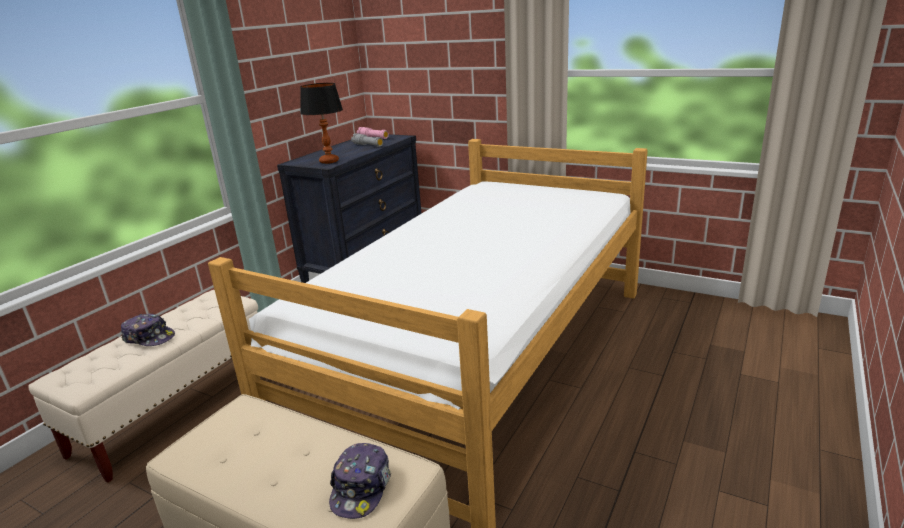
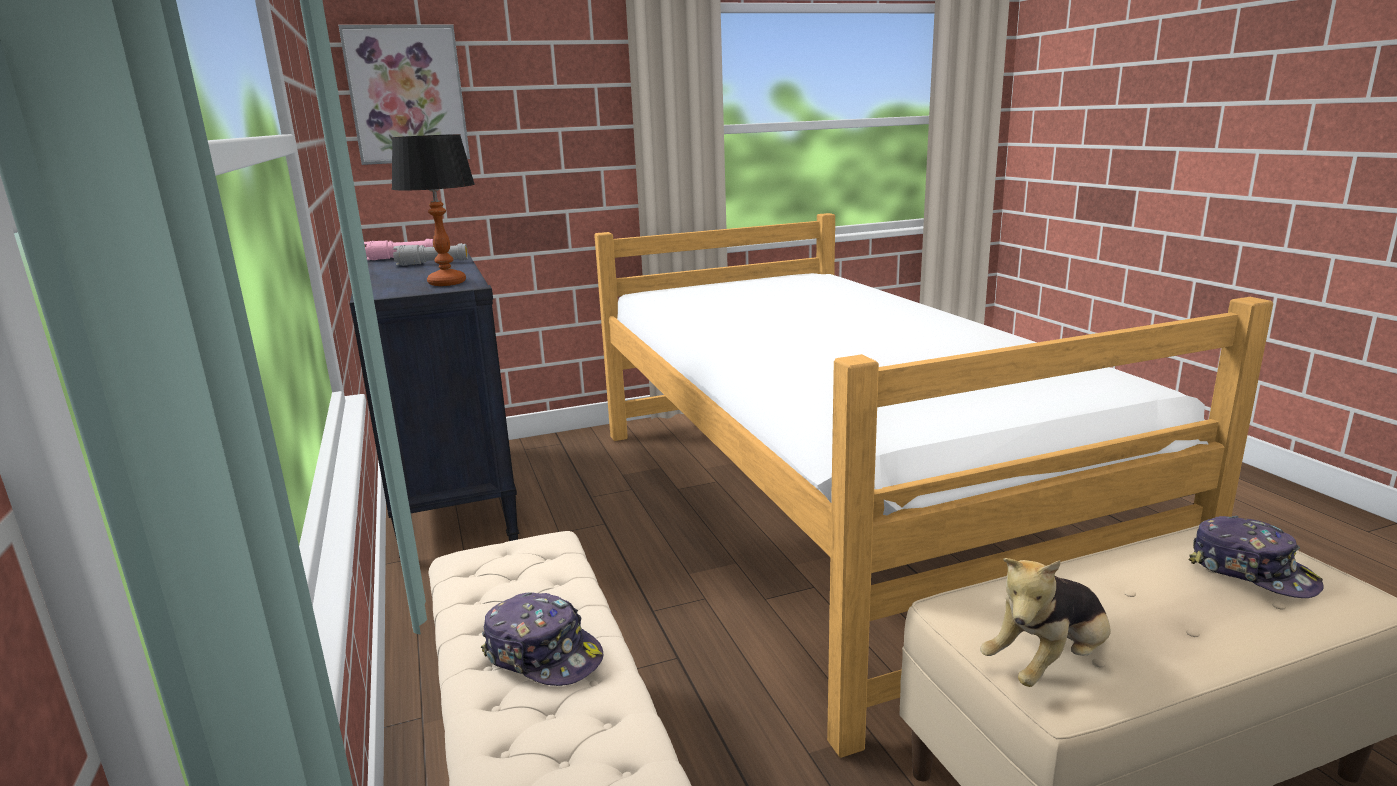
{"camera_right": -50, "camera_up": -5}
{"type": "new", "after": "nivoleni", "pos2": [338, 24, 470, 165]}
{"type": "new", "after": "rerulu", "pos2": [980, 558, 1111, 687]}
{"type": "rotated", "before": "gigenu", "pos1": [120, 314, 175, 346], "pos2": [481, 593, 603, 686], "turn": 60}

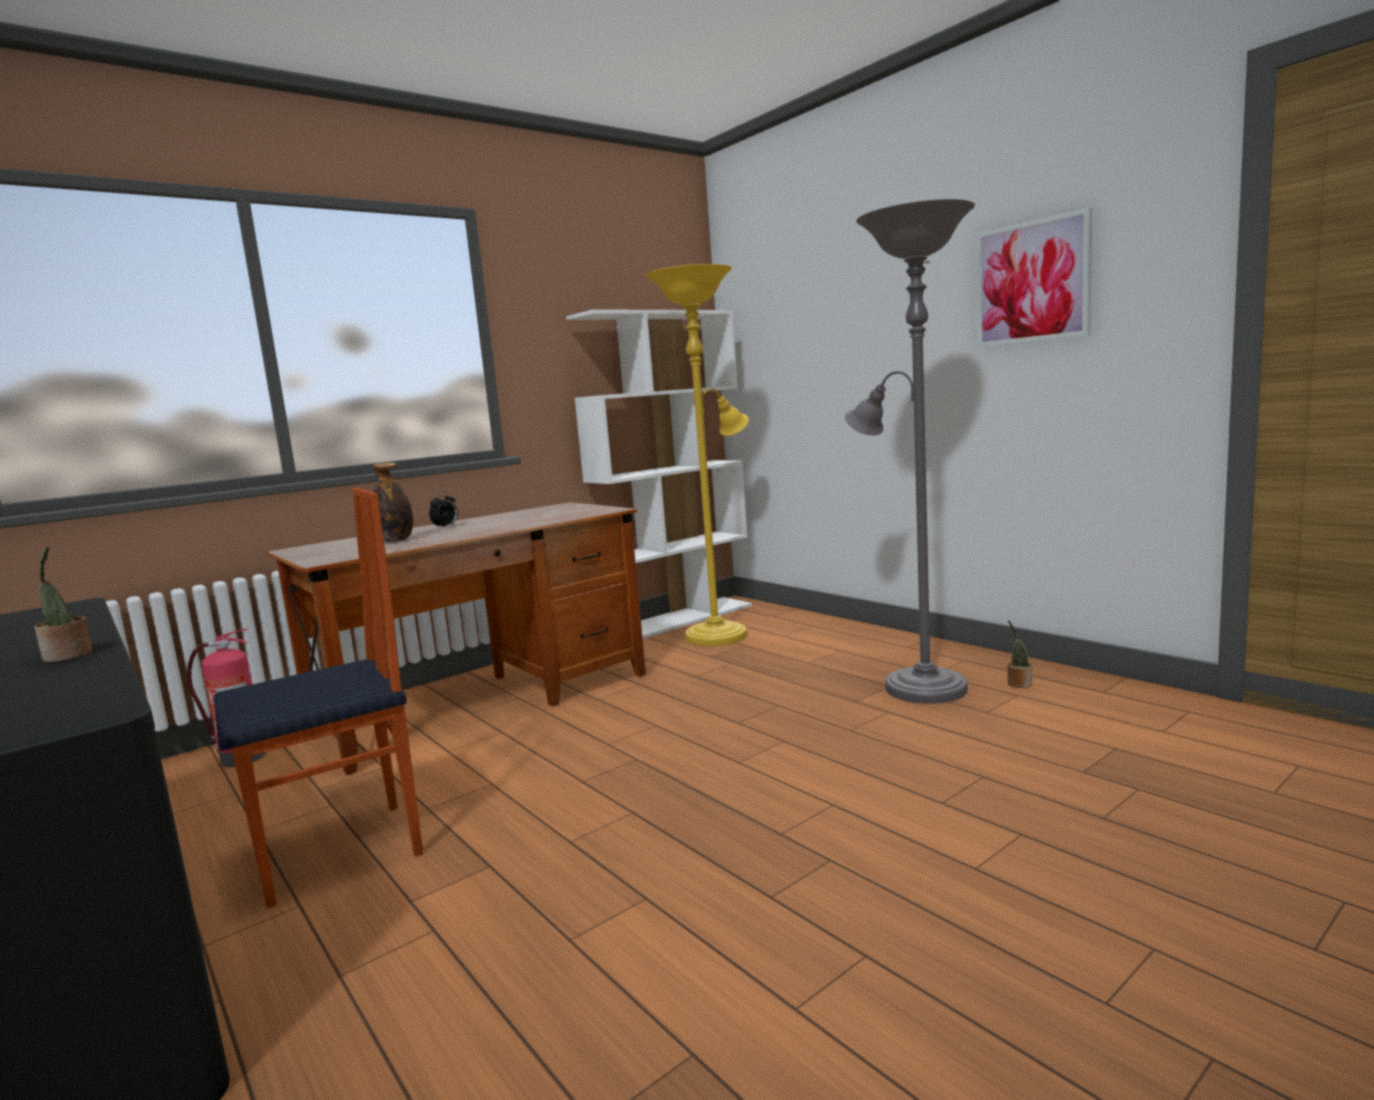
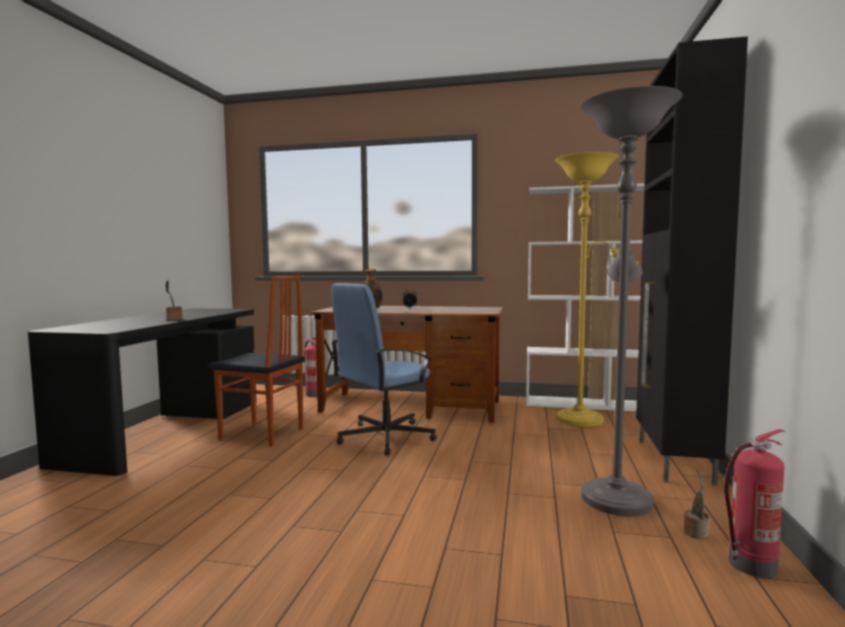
{"camera_right": 50, "camera_up": -5}
{"type": "gone", "before": "nivoleni", "pos1": [976, 208, 1092, 348]}
{"type": "new", "after": "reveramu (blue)", "pos2": [331, 283, 437, 455]}
{"type": "new", "after": "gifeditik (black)", "pos2": [636, 36, 748, 486]}
{"type": "new", "after": "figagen", "pos2": [724, 429, 786, 578]}

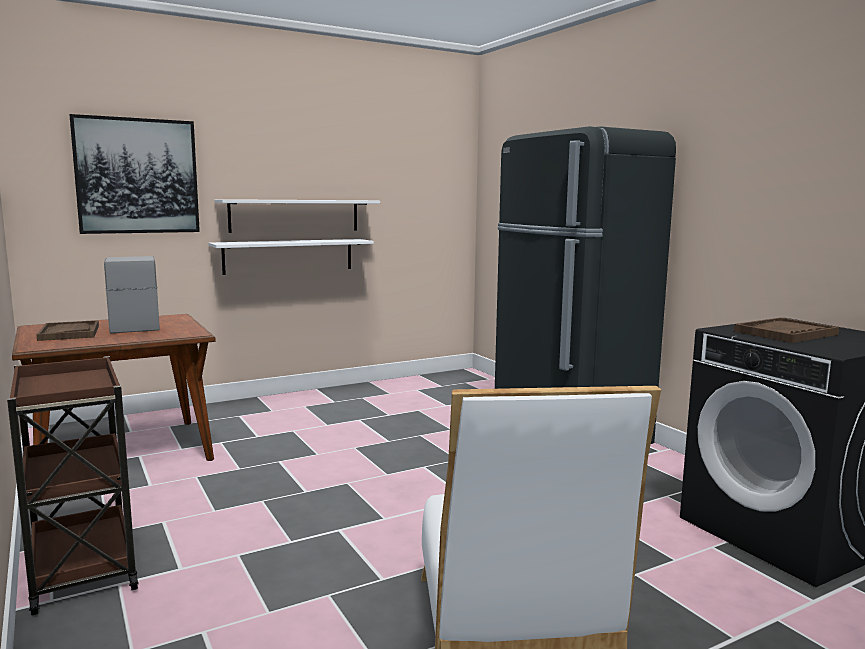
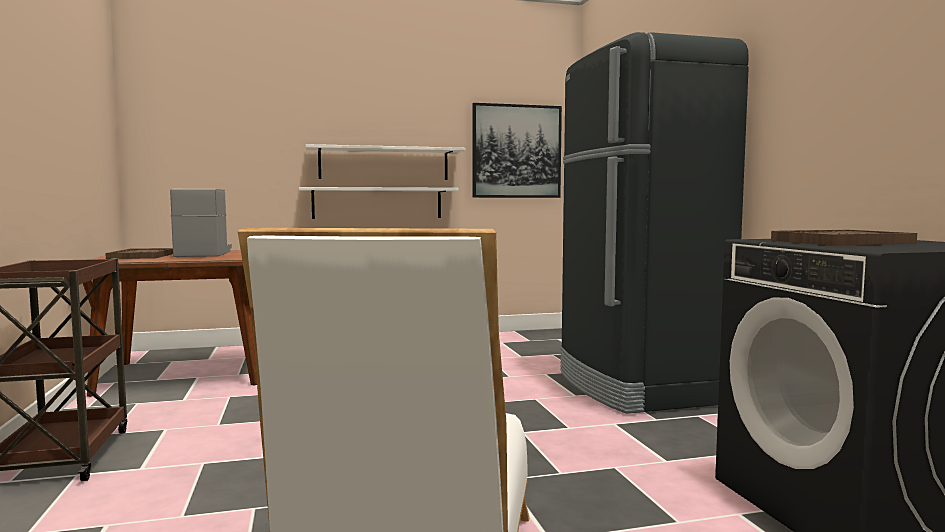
{"camera_right": 15, "camera_up": -5}
{"type": "shifted", "before": "nivoleni", "pos1": [70, 114, 200, 234], "pos2": [472, 103, 562, 198]}

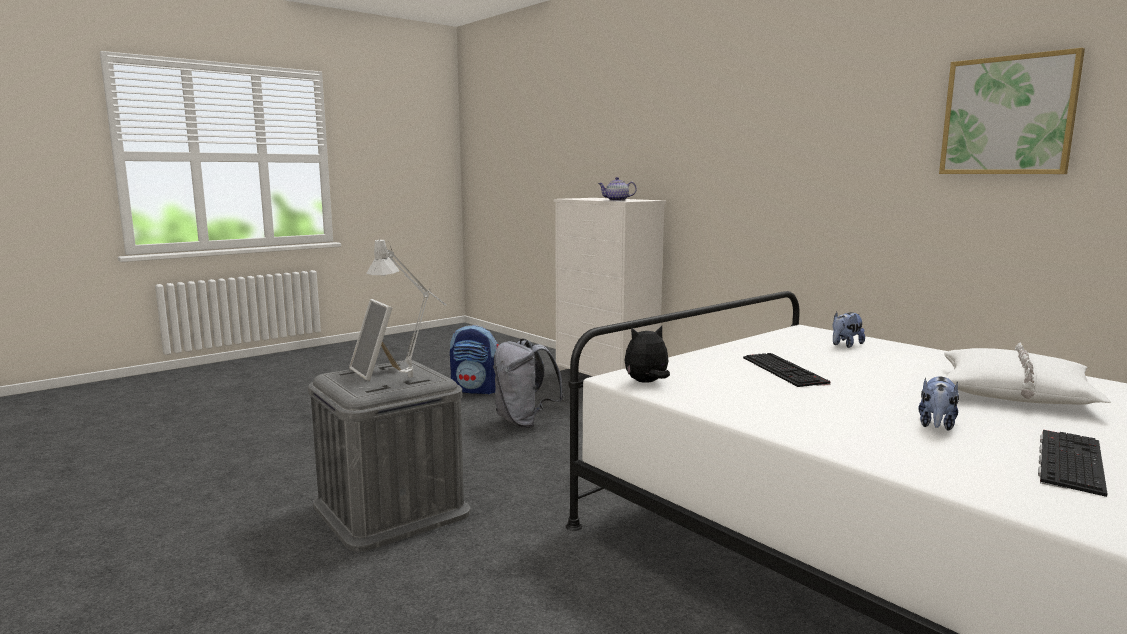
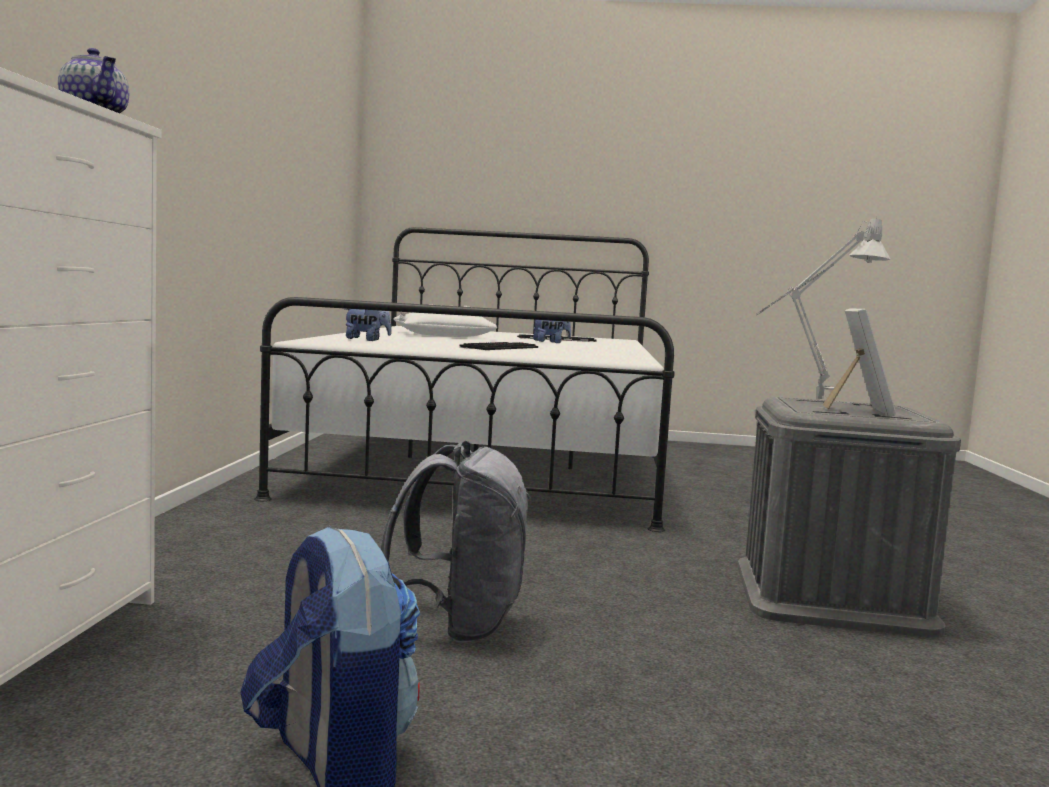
{"camera_right": -135, "camera_up": -5}
{"type": "gone", "before": "rerulu", "pos1": [624, 326, 670, 383]}
{"type": "gone", "before": "nivoleni", "pos1": [939, 48, 1085, 174]}

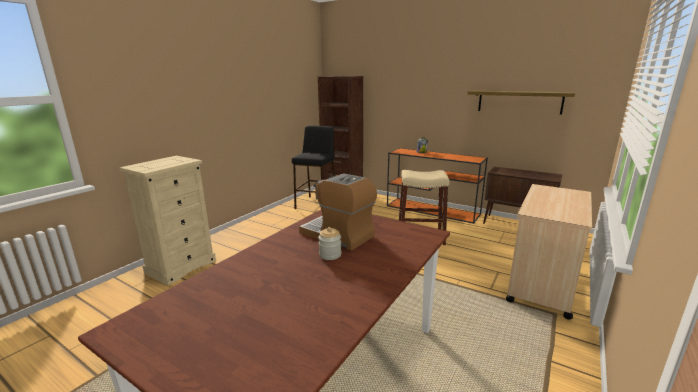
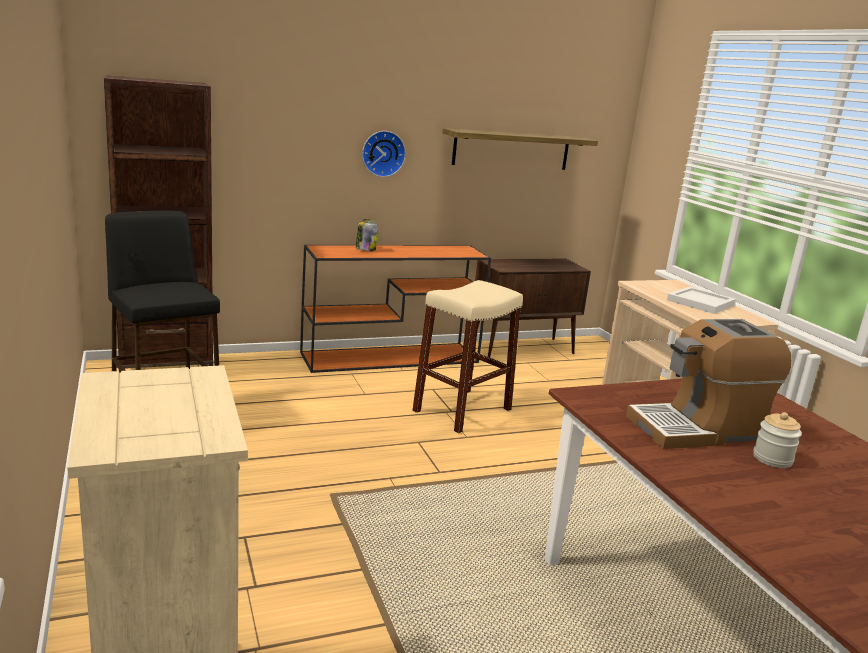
{"camera_right": -55, "camera_up": 0}
{"type": "new", "after": "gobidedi", "pos2": [362, 131, 406, 177]}
{"type": "new", "after": "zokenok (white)", "pos2": [667, 287, 736, 314]}

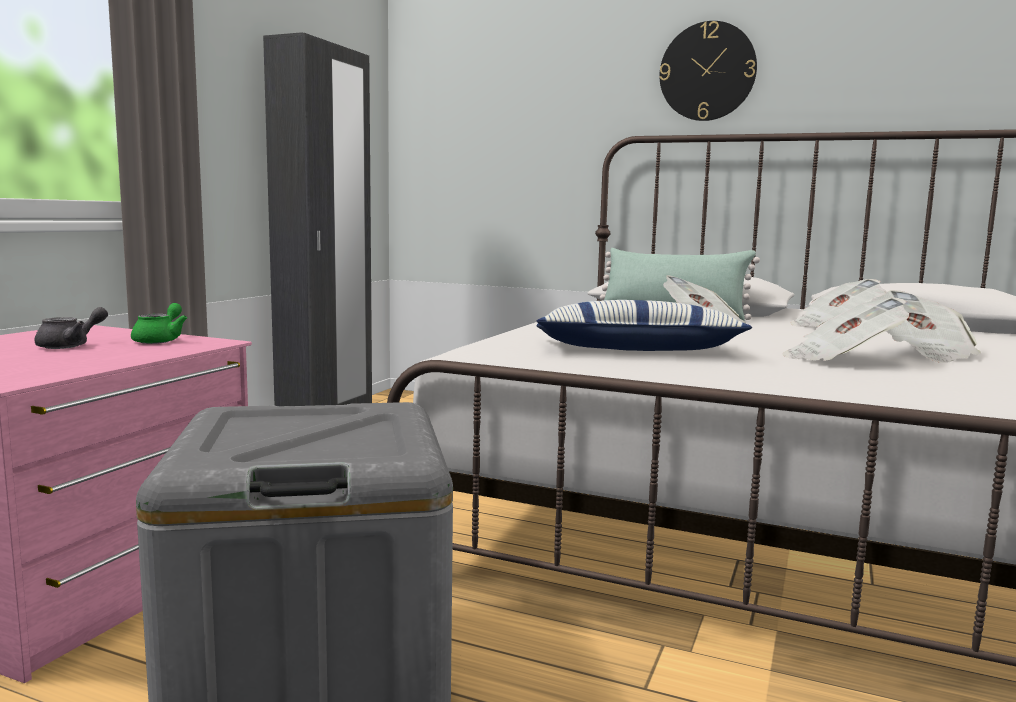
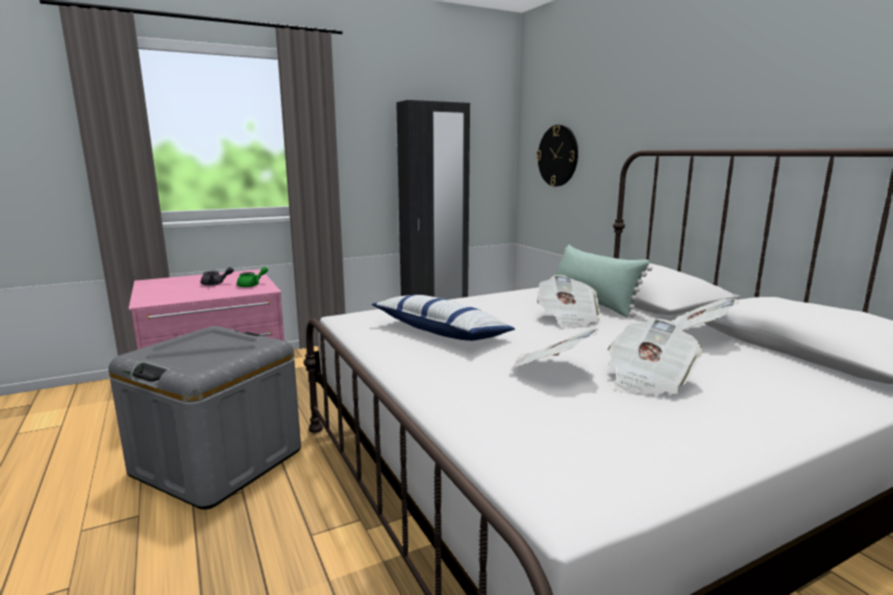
{"camera_right": 40, "camera_up": 5}
{"type": "shifted", "before": "gobidedi", "pos1": [660, 21, 757, 121], "pos2": [536, 125, 578, 187]}

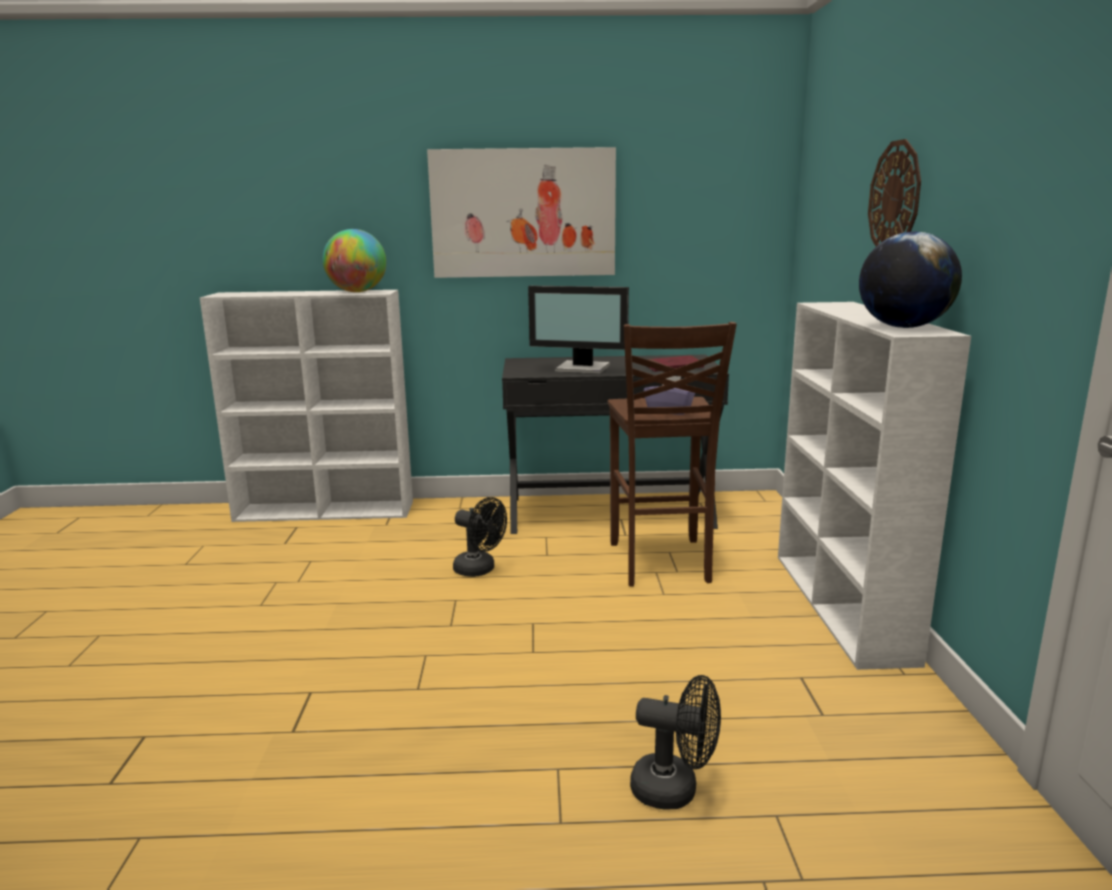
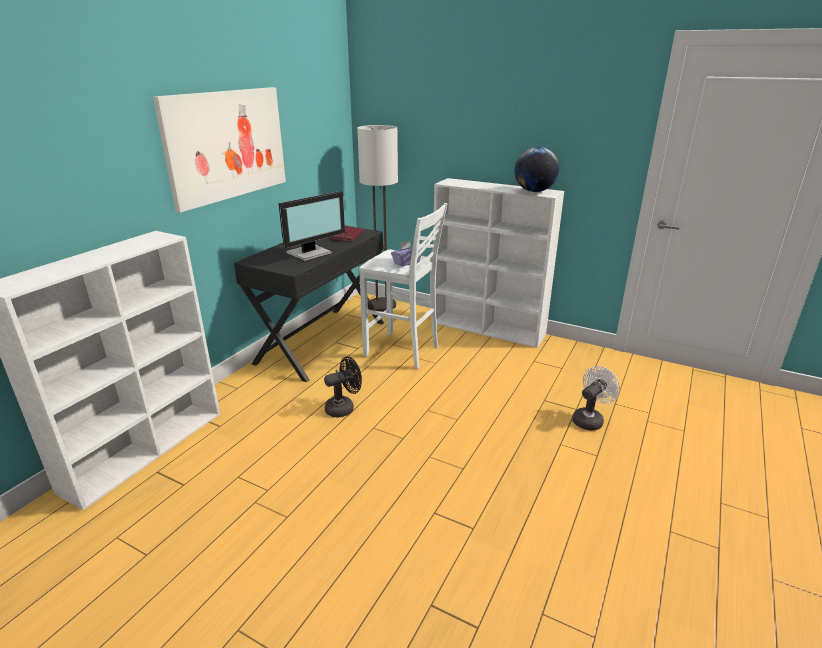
{"camera_right": -60, "camera_up": 10}
{"type": "gone", "before": "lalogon", "pos1": [323, 229, 386, 292]}
{"type": "gone", "before": "gobidedi", "pos1": [868, 139, 921, 246]}
{"type": "new", "after": "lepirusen", "pos2": [357, 125, 398, 312]}
{"type": "repainted", "before": "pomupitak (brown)", "after": "pomupitak (white)", "pos1": [608, 322, 737, 587], "pos2": [359, 203, 447, 369]}
{"type": "repainted", "before": "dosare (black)", "after": "dosare (white)", "pos1": [630, 675, 721, 809], "pos2": [572, 366, 620, 431]}

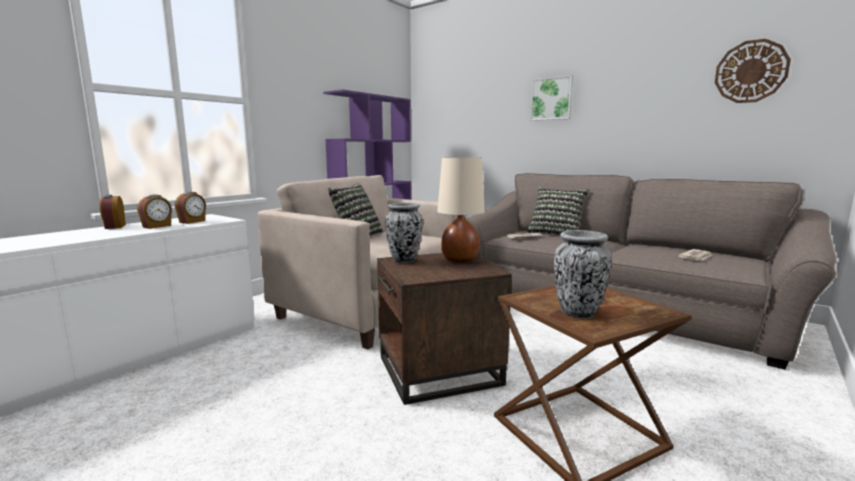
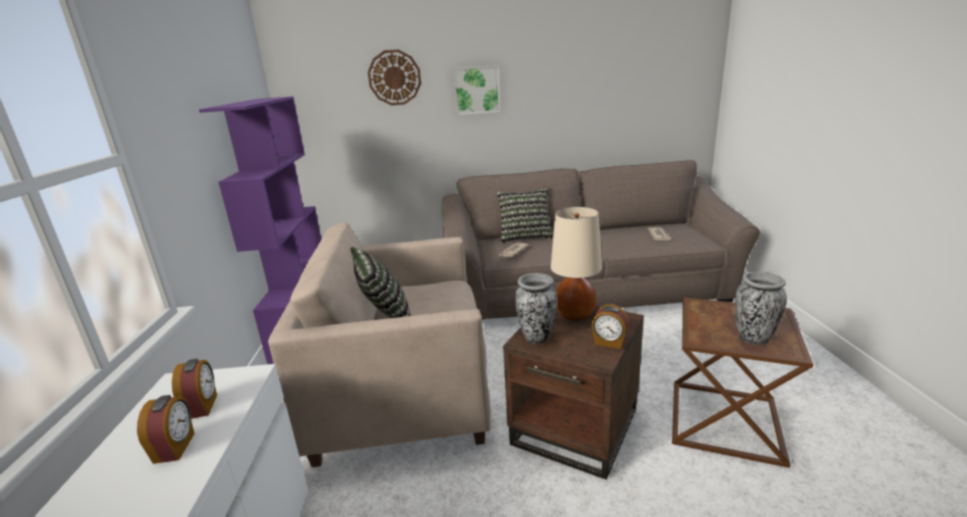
{"camera_right": -40, "camera_up": 10}
{"type": "shifted", "before": "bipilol", "pos1": [100, 195, 126, 229], "pos2": [591, 304, 629, 349]}
{"type": "shifted", "before": "gobidedi", "pos1": [715, 39, 791, 103], "pos2": [368, 50, 421, 105]}

